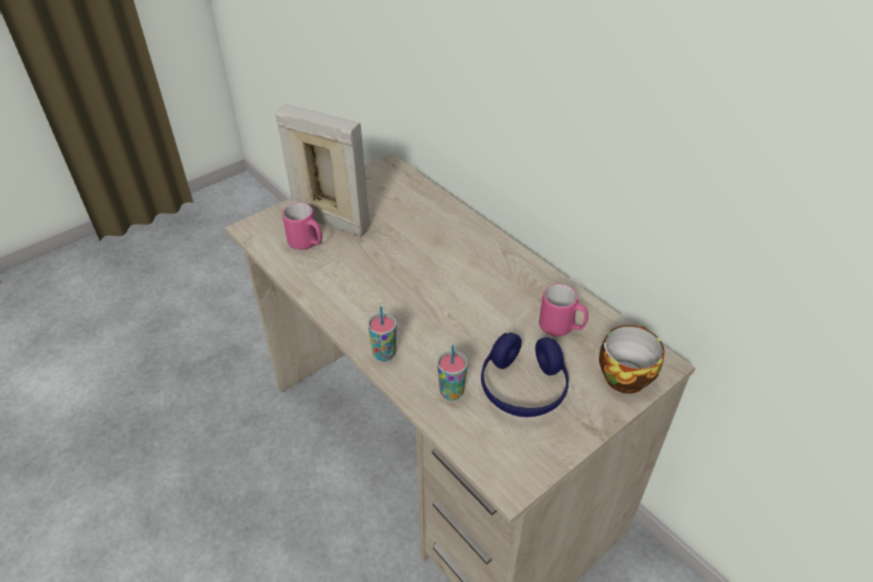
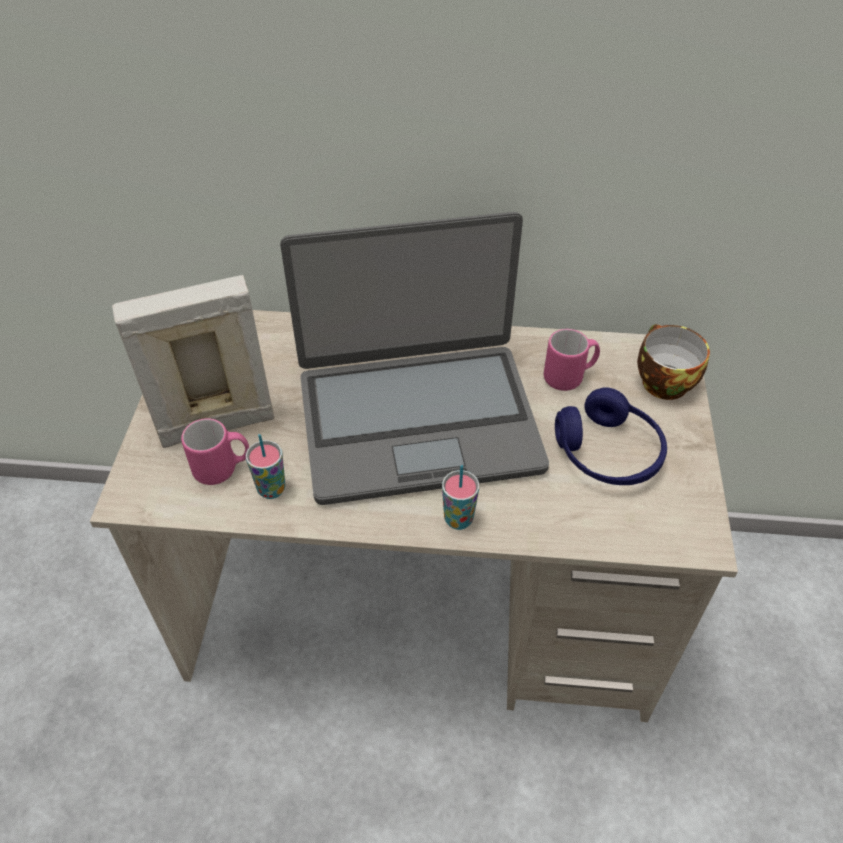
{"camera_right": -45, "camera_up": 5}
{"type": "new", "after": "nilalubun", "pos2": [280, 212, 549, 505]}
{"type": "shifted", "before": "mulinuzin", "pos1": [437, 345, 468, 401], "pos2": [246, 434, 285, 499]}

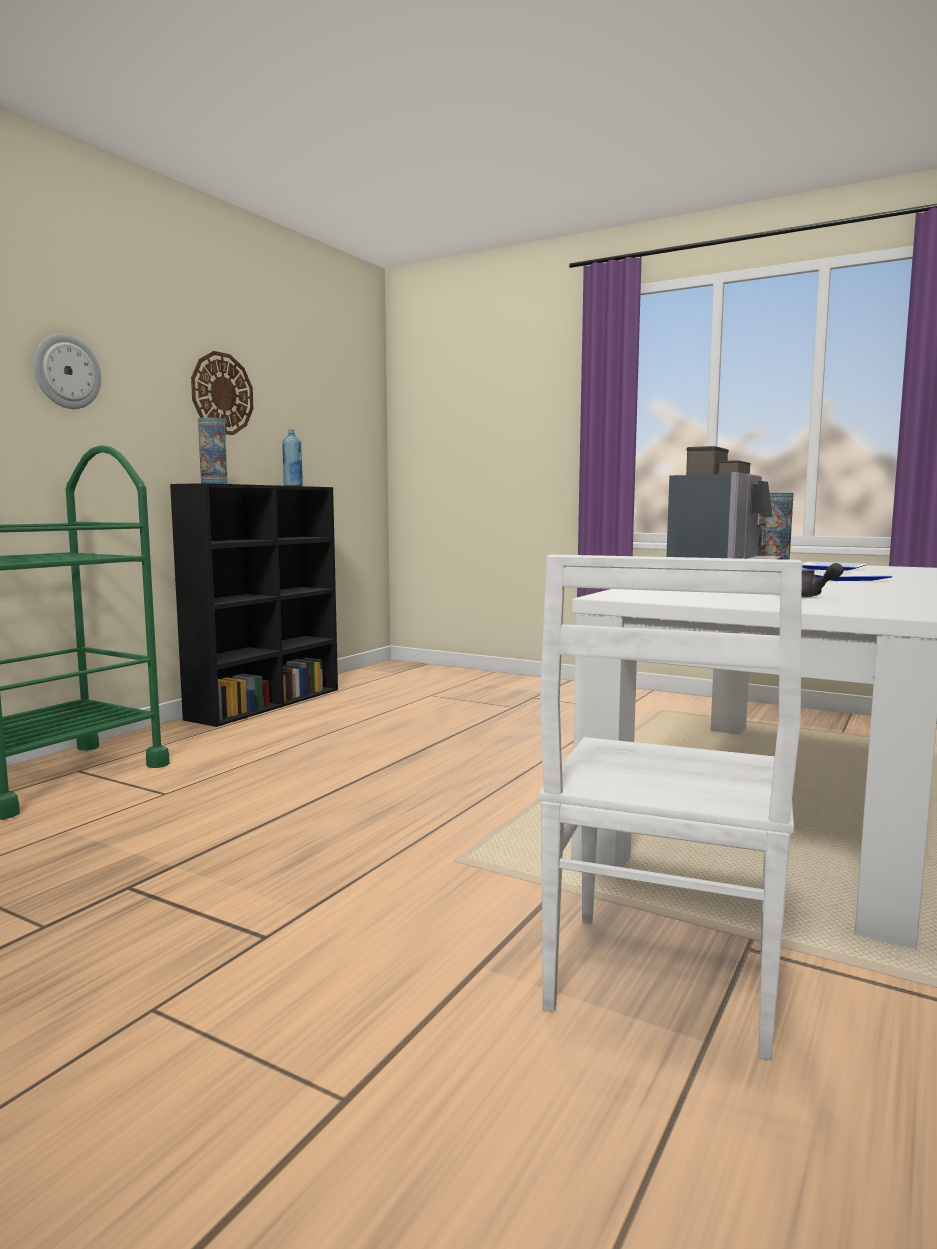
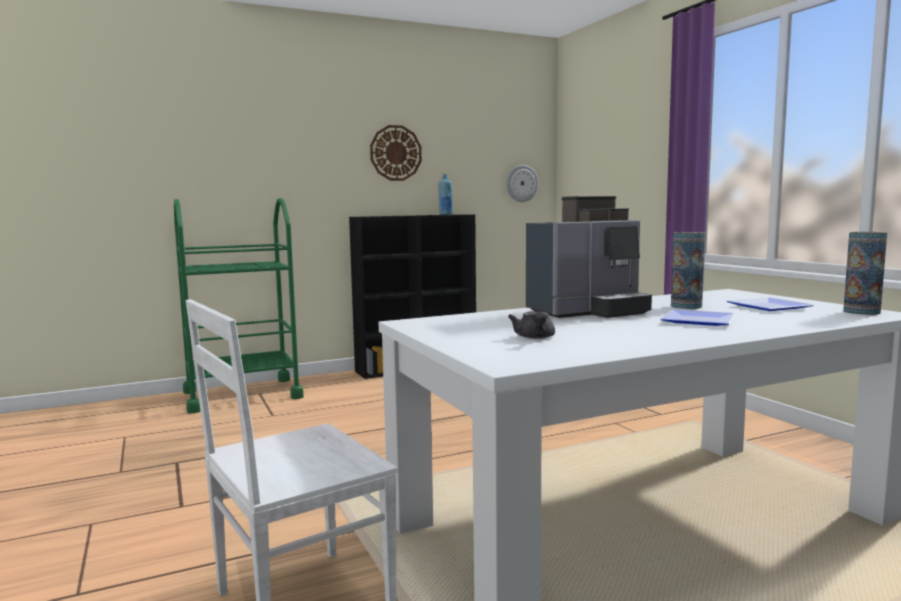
{"camera_right": 35, "camera_up": 0}
{"type": "shifted", "before": "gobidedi", "pos1": [34, 334, 101, 409], "pos2": [507, 165, 538, 202]}
{"type": "shifted", "before": "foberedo", "pos1": [198, 417, 228, 484], "pos2": [843, 232, 887, 315]}

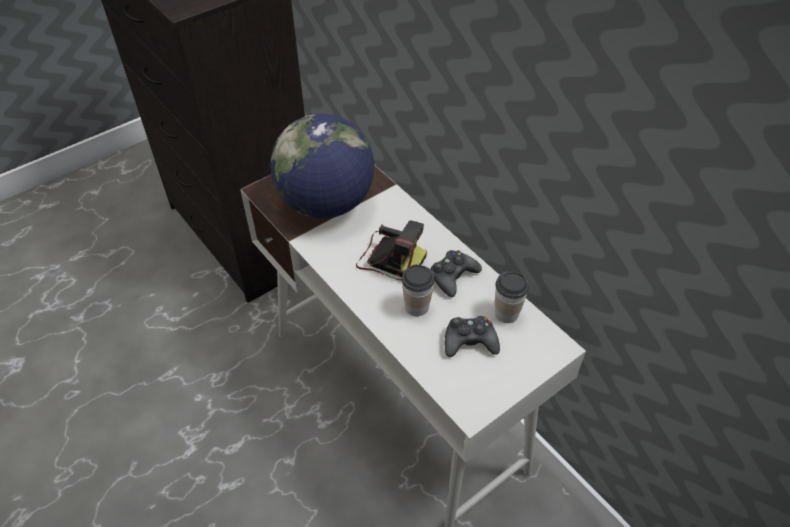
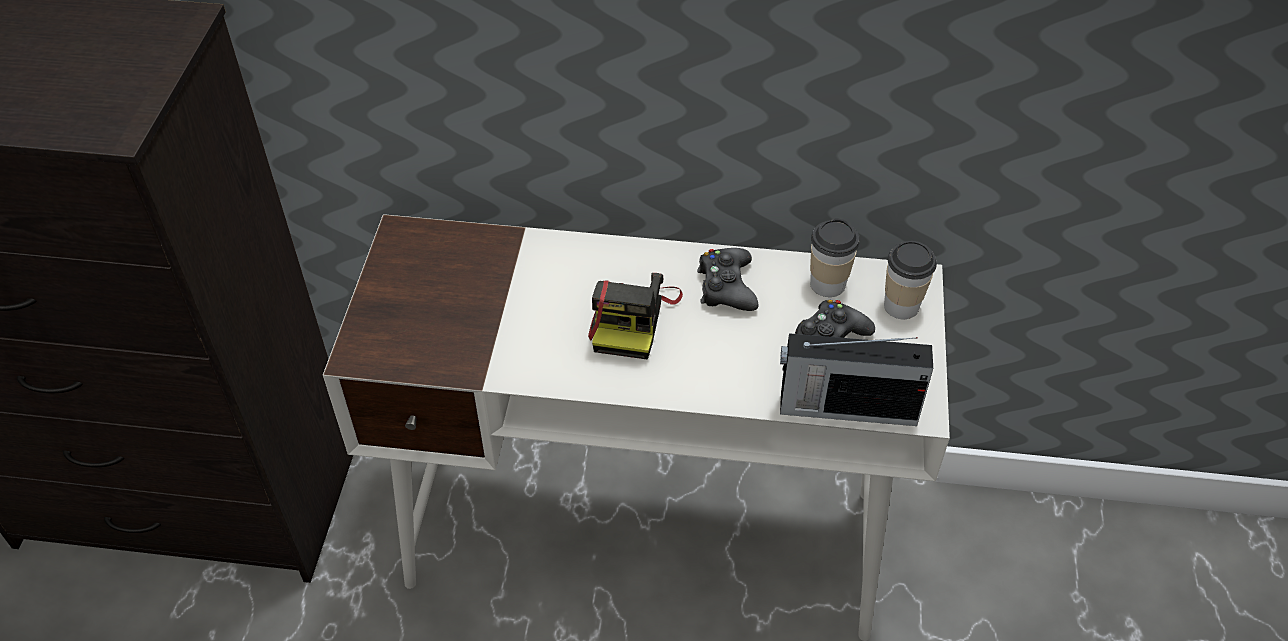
{"camera_right": -45, "camera_up": 0}
{"type": "gone", "before": "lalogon", "pos1": [270, 114, 374, 219]}
{"type": "new", "after": "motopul", "pos2": [780, 333, 933, 426]}
{"type": "shifted", "before": "mulinuzin", "pos1": [402, 265, 435, 316], "pos2": [884, 241, 937, 319]}
{"type": "rotated", "before": "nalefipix", "pos1": [356, 220, 427, 280], "pos2": [588, 273, 683, 360], "turn": 120}

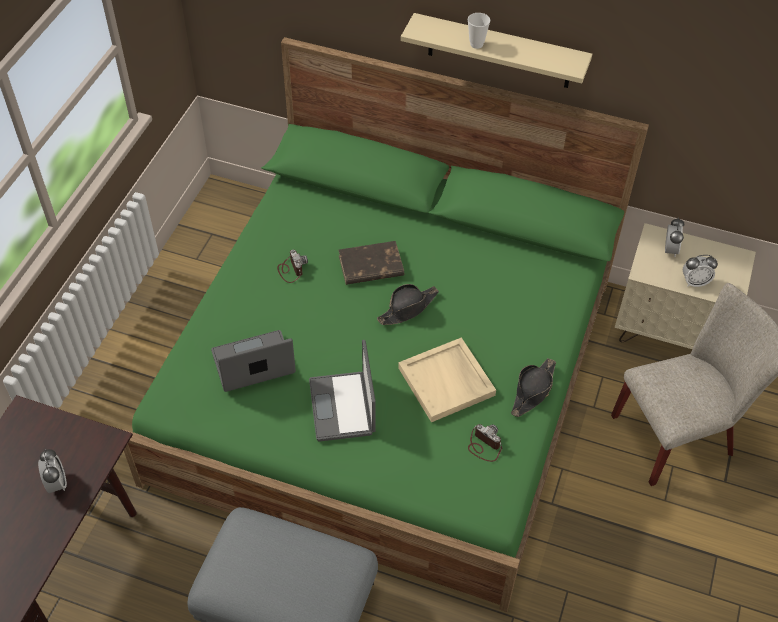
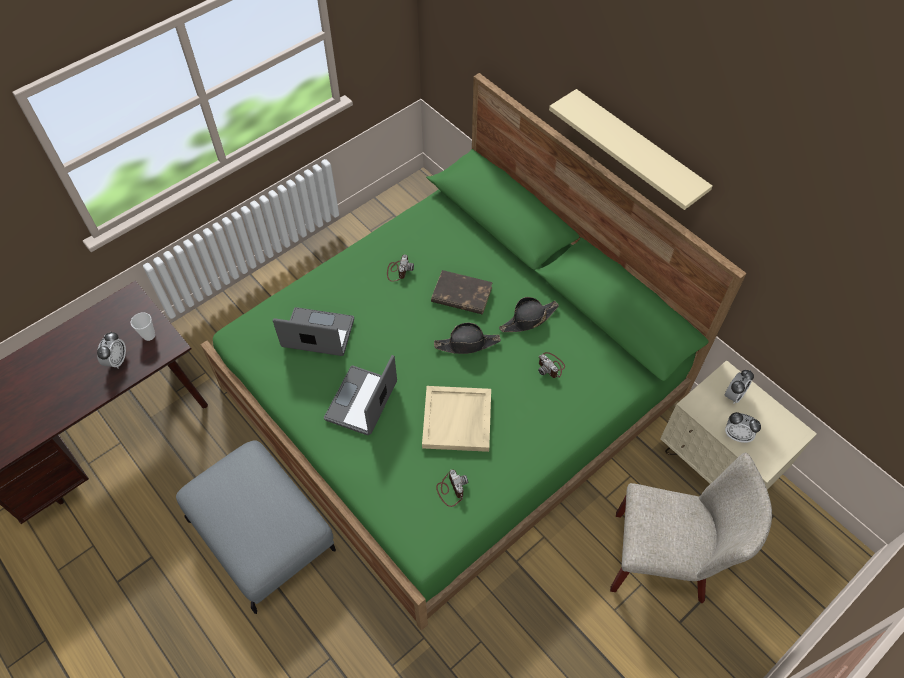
{"camera_right": 30, "camera_up": 5}
{"type": "new", "after": "nalefipix", "pos2": [538, 352, 565, 378]}
{"type": "shifted", "before": "mulinuzin", "pos1": [468, 13, 490, 49], "pos2": [131, 312, 155, 341]}
{"type": "shifted", "before": "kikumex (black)", "pos1": [511, 358, 556, 417], "pos2": [499, 297, 559, 332]}

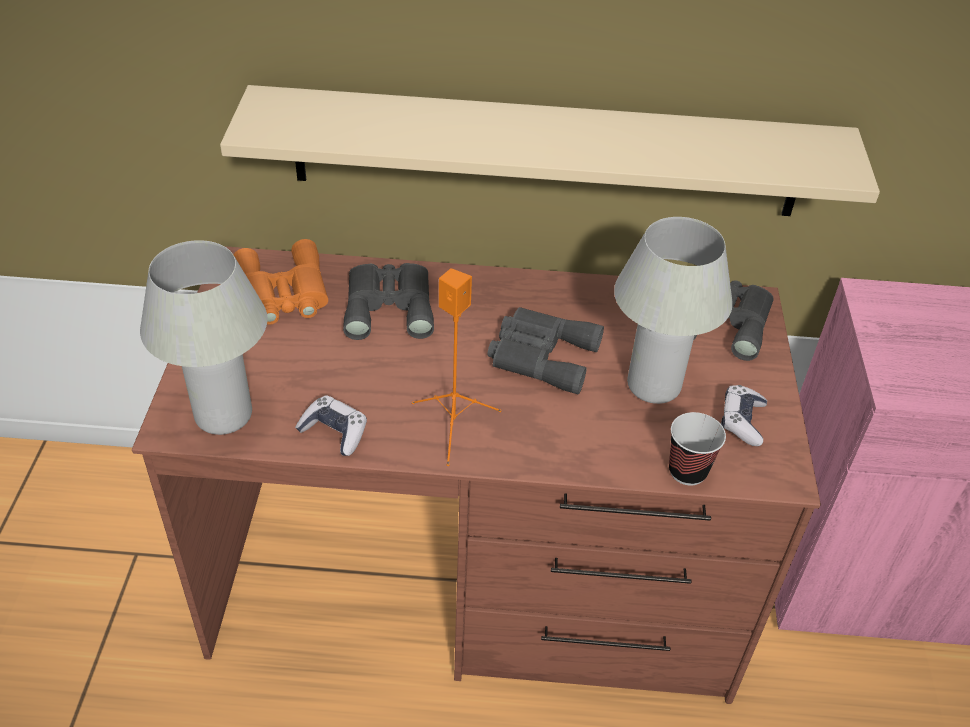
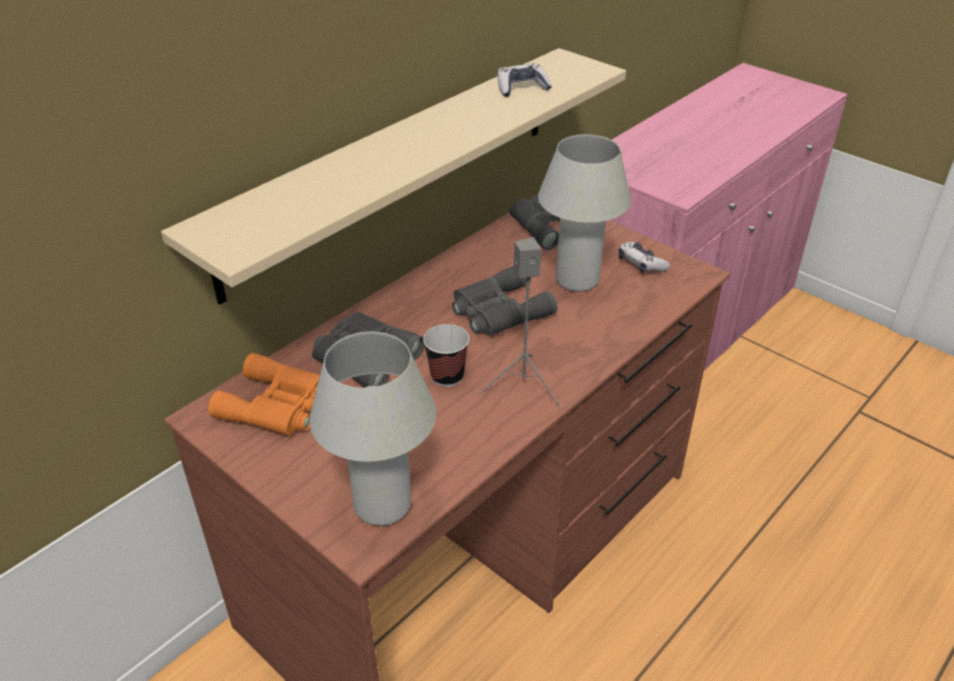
{"camera_right": -50, "camera_up": -5}
{"type": "shifted", "before": "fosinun", "pos1": [295, 395, 367, 456], "pos2": [498, 63, 552, 97]}
{"type": "shifted", "before": "mulinuzin", "pos1": [669, 412, 726, 486], "pos2": [423, 324, 469, 387]}
{"type": "repainted", "before": "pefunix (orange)", "after": "pefunix (grey)", "pos1": [412, 268, 501, 466], "pos2": [479, 237, 560, 407]}

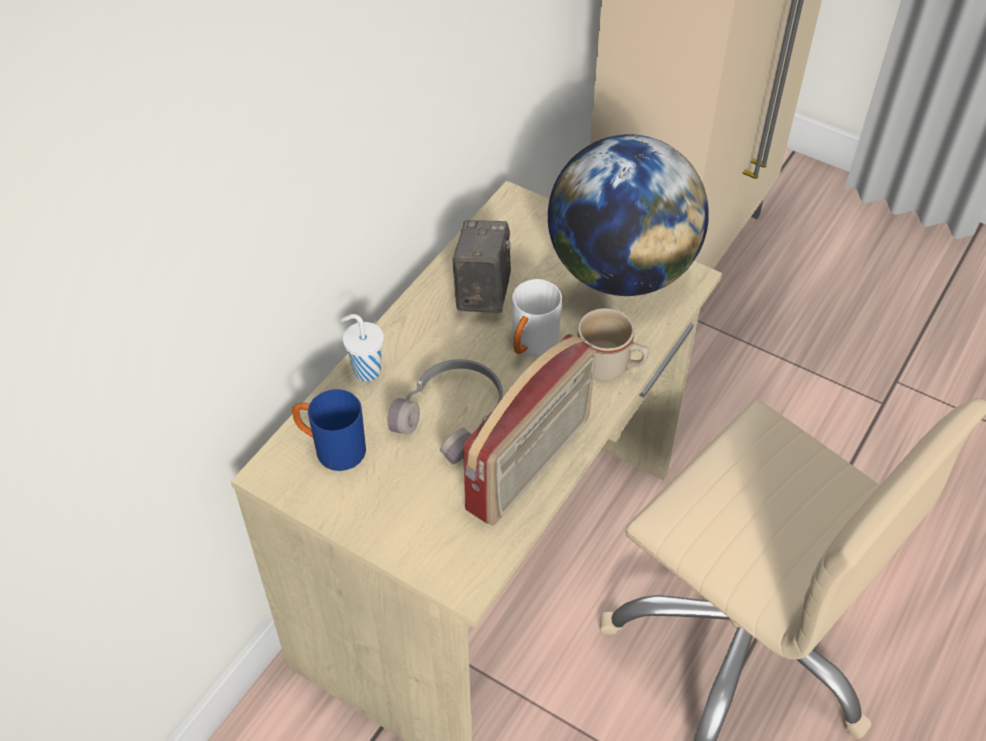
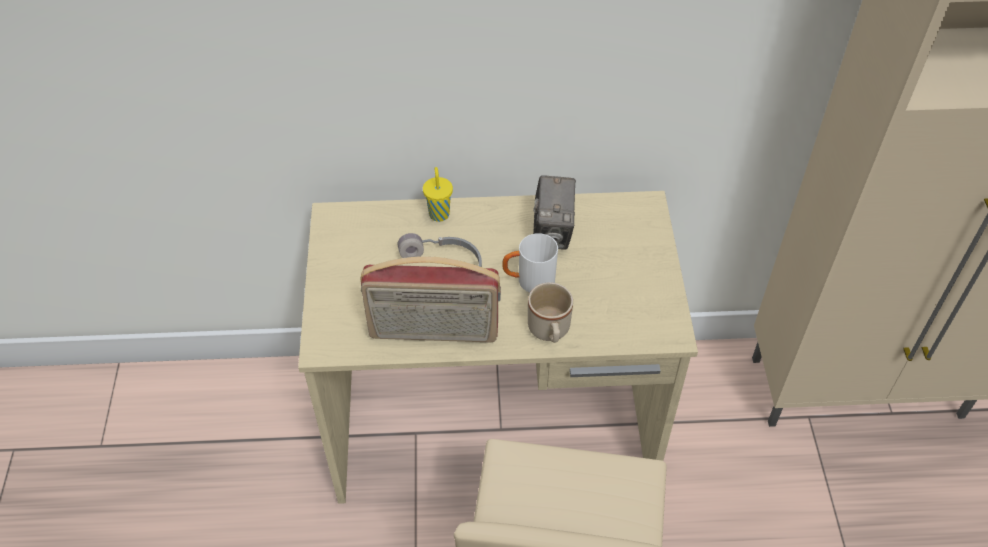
{"camera_right": 55, "camera_up": 0}
{"type": "gone", "before": "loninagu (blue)", "pos1": [292, 389, 366, 471]}
{"type": "gone", "before": "lalogon", "pos1": [548, 134, 709, 296]}
{"type": "repainted", "before": "mulinuzin (white)", "after": "mulinuzin (yellow)", "pos1": [340, 314, 384, 381], "pos2": [423, 167, 453, 222]}
{"type": "rotated", "before": "nalefipix", "pos1": [453, 220, 511, 313], "pos2": [533, 175, 576, 250], "turn": 120}

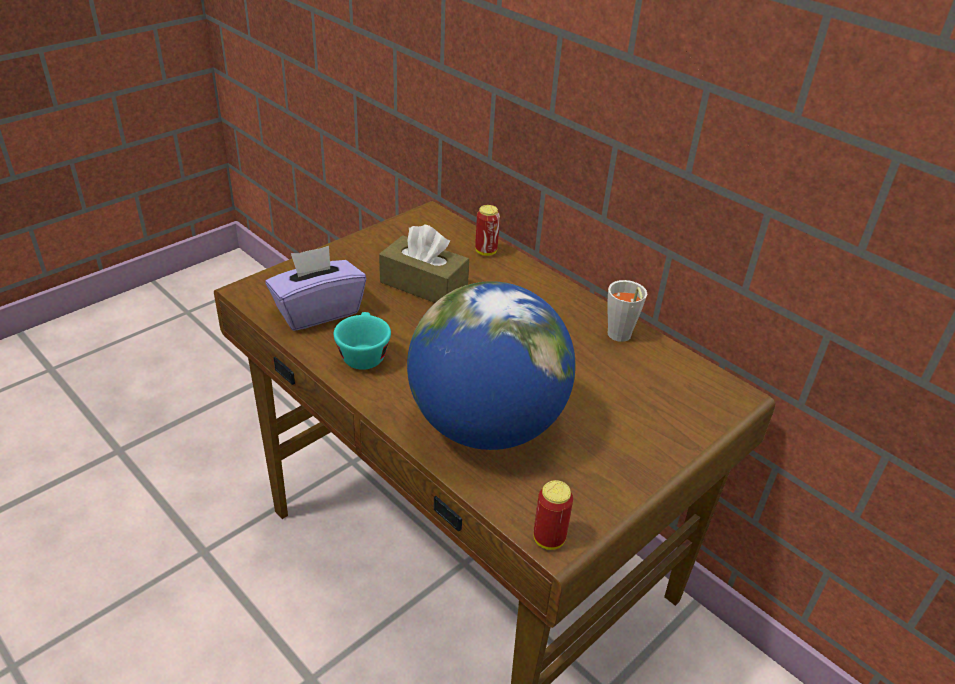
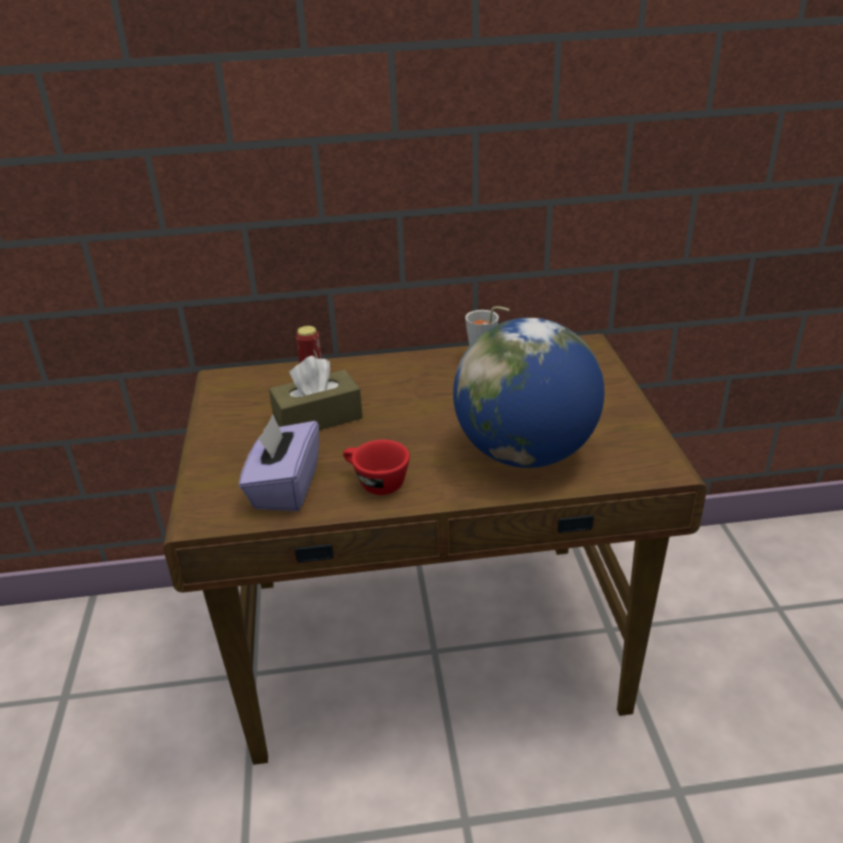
{"camera_right": -50, "camera_up": -5}
{"type": "gone", "before": "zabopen", "pos1": [534, 480, 573, 550]}
{"type": "repainted", "before": "mulinuzin (turquoise)", "after": "mulinuzin (red)", "pos1": [333, 312, 391, 370], "pos2": [343, 440, 410, 495]}

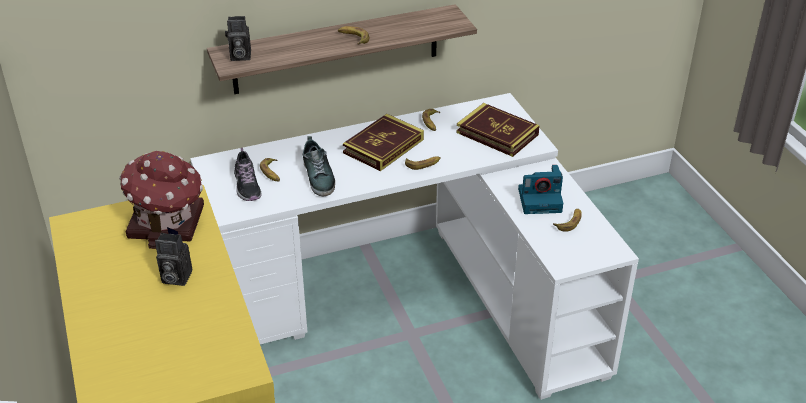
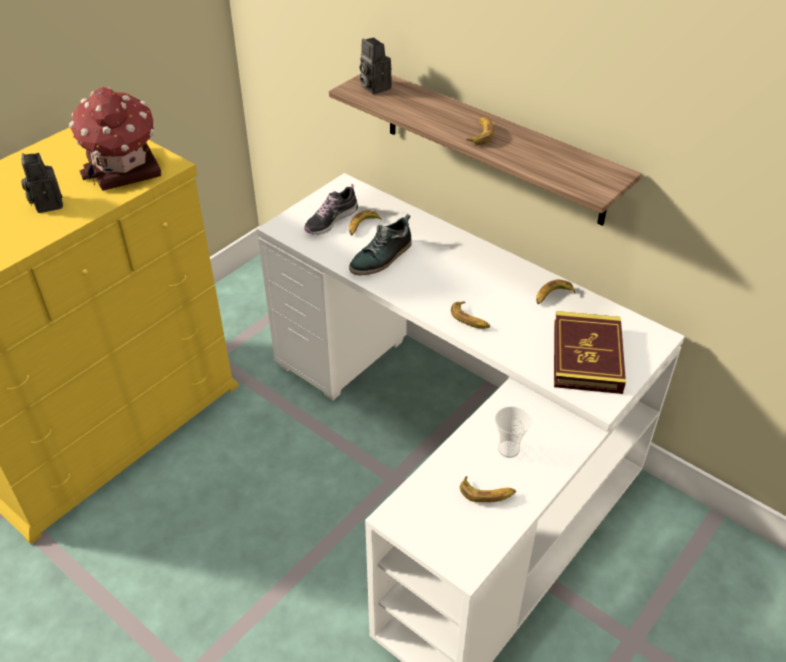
{"camera_right": 60, "camera_up": 5}
{"type": "gone", "before": "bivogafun", "pos1": [343, 114, 424, 171]}
{"type": "swapped", "before": "nalefipix", "after": "mulinuzin", "pos1": [518, 165, 563, 214], "pos2": [495, 406, 531, 458]}

